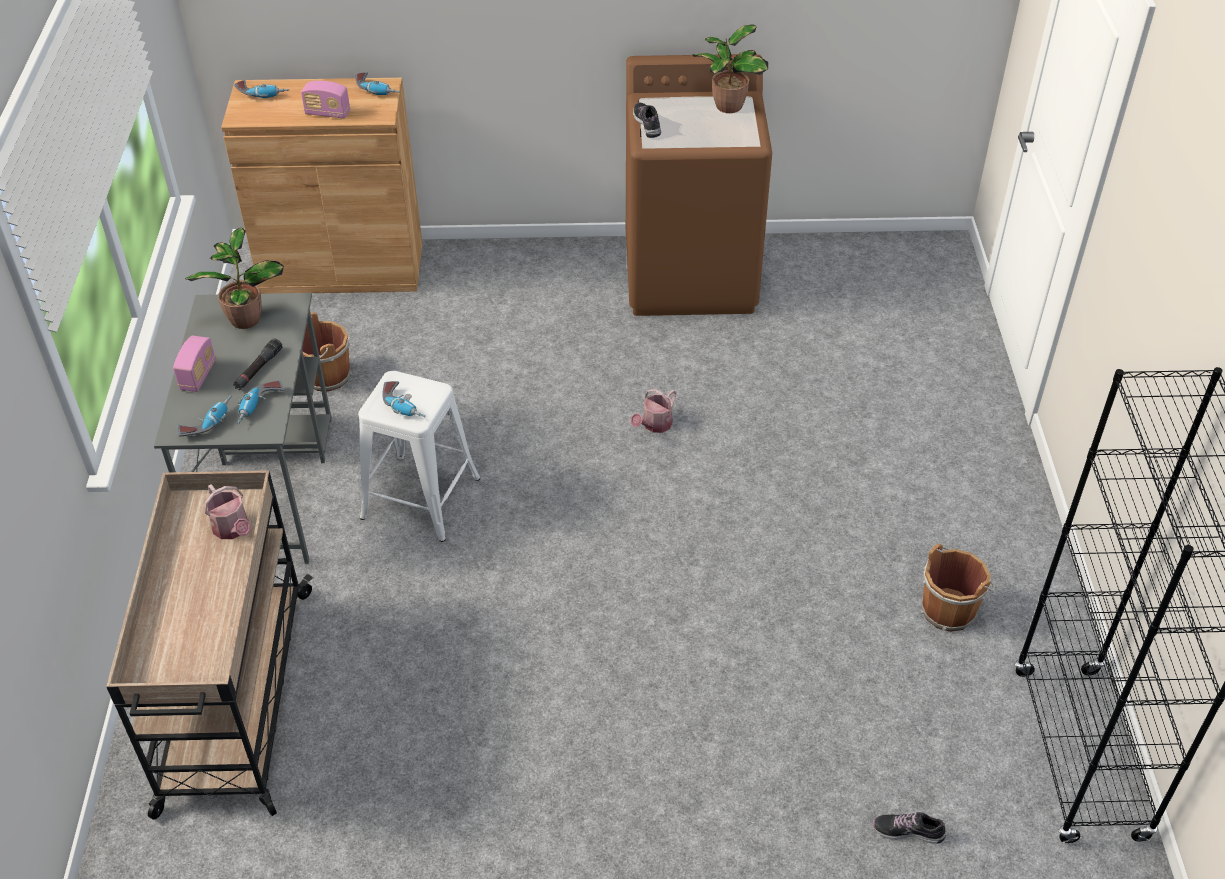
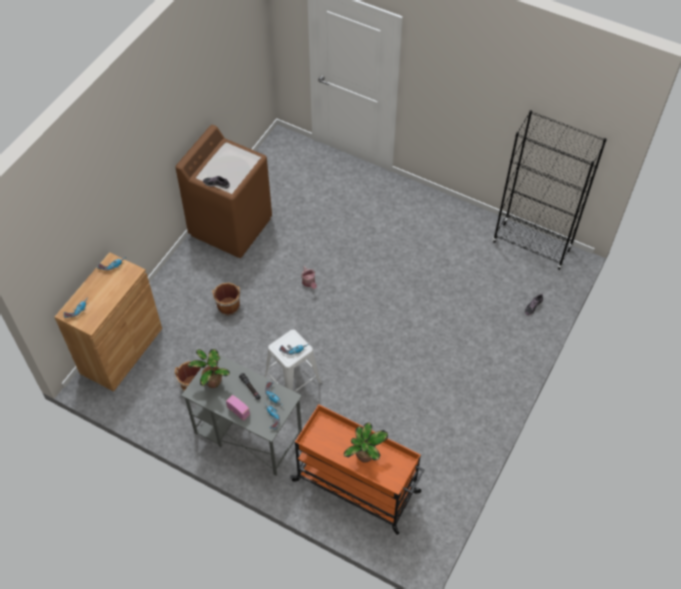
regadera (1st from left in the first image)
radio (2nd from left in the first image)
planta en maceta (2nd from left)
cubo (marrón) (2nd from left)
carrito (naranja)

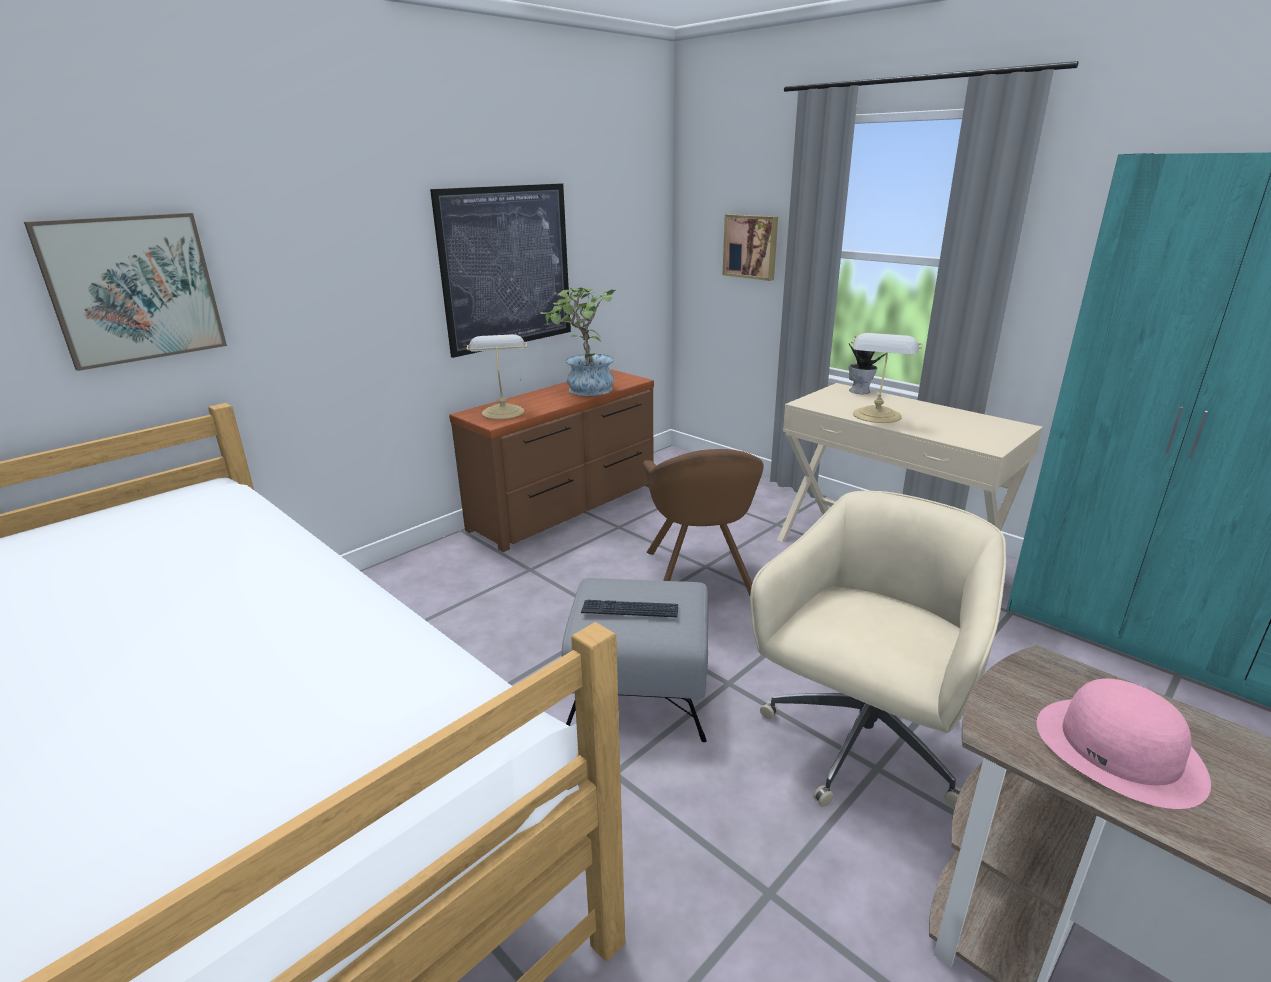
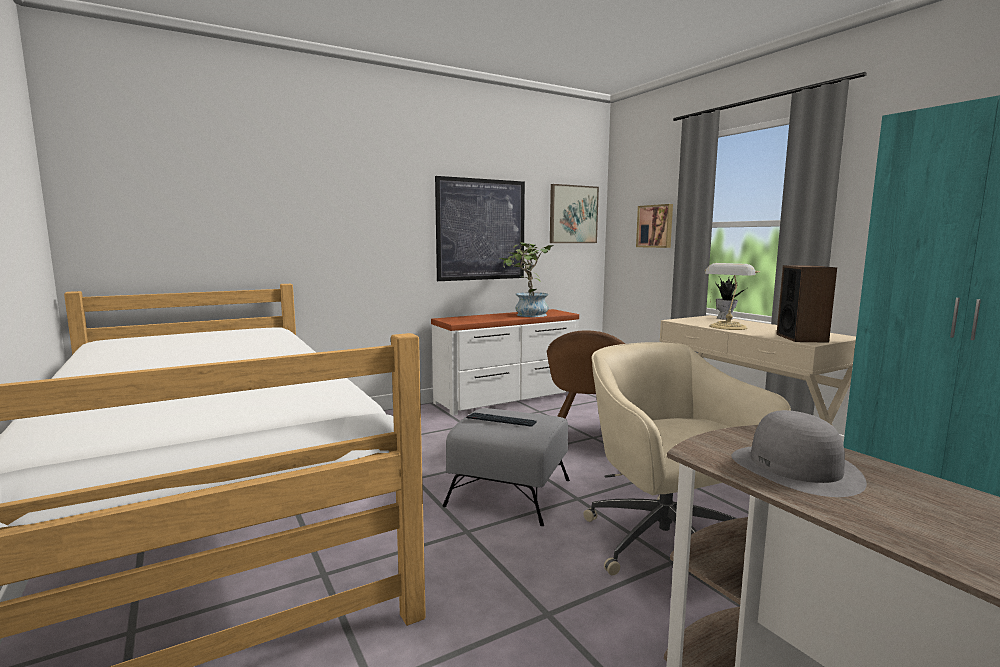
lámpara de mesa (1st from left in the first image)
altavoz
cuadro (2nd from left)
cómoda (blanco)
sombrero (gris)
silla de oficina (beis)

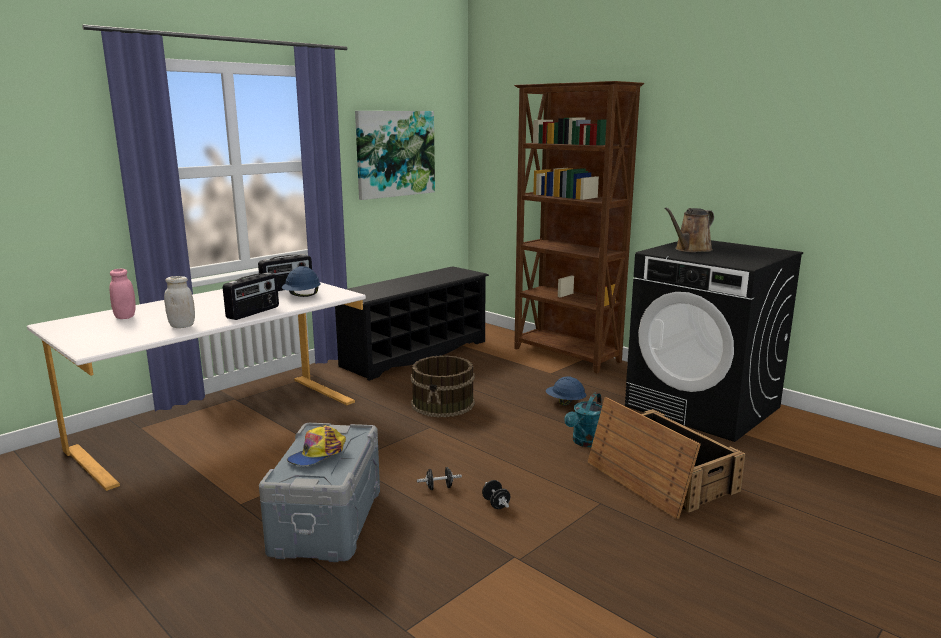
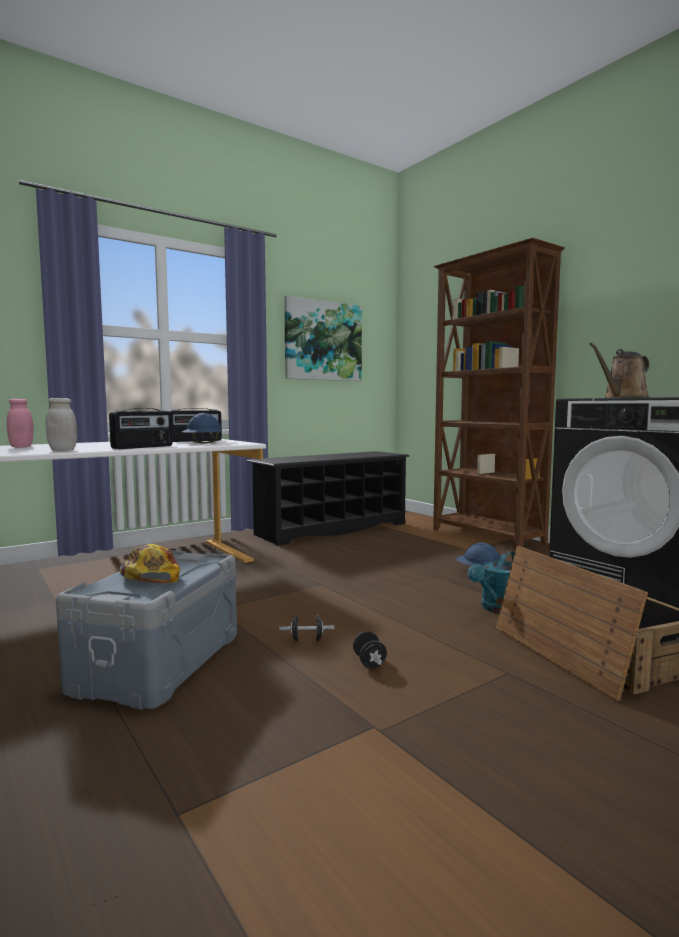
cubo (marrón)
gorra

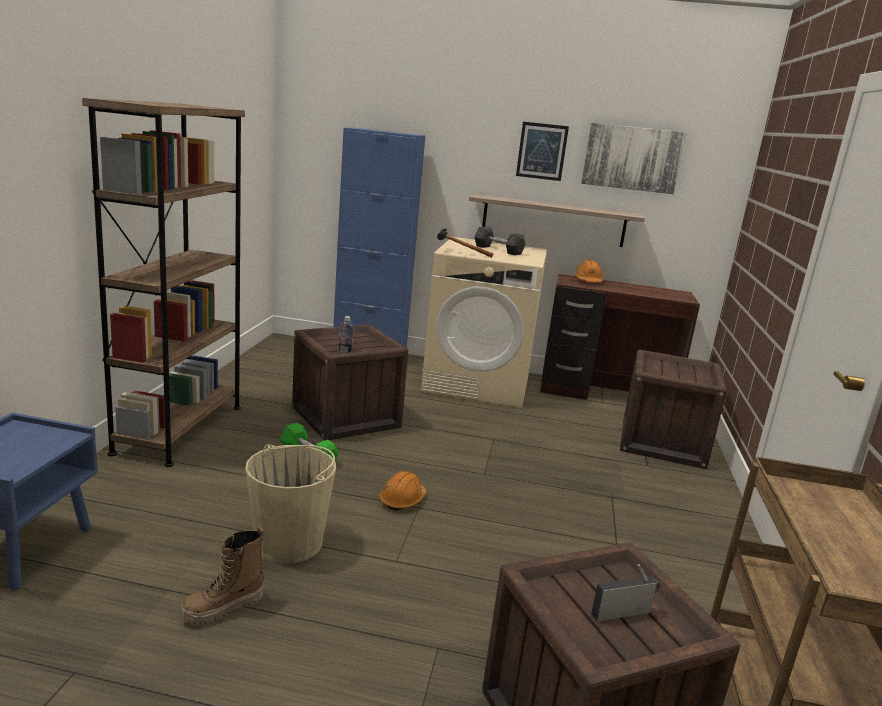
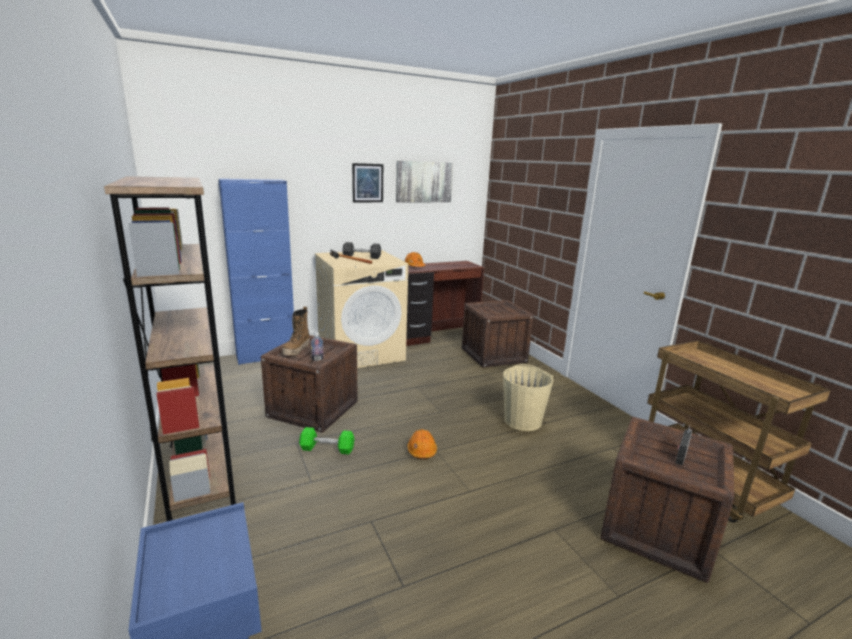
estante
bota
cubo (beis)

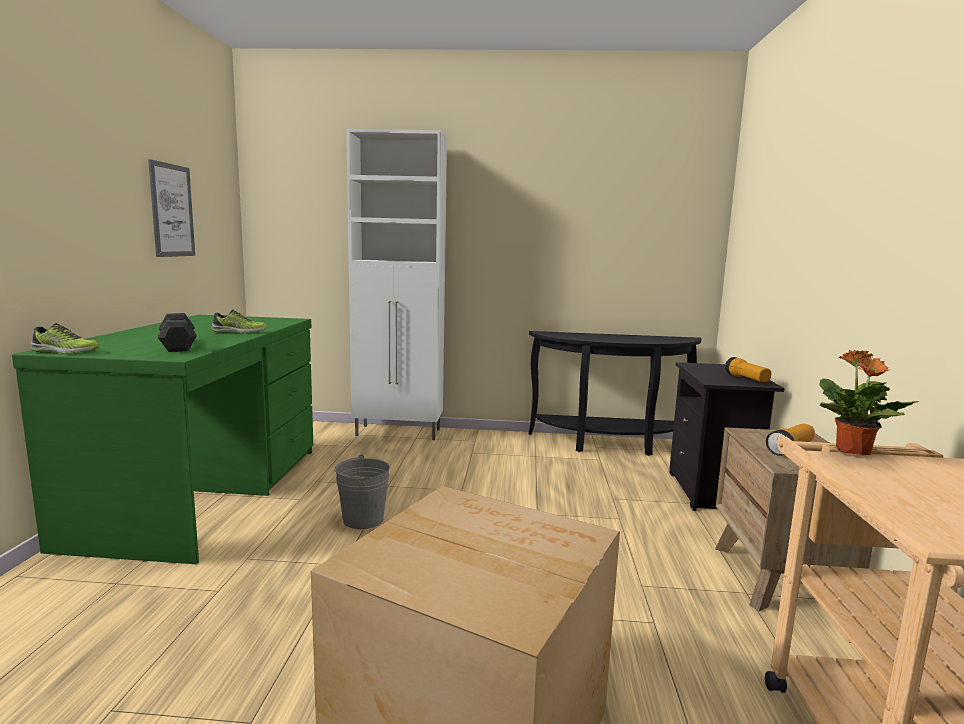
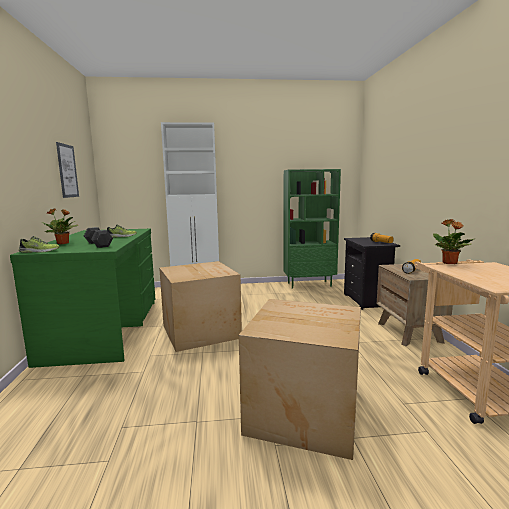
planta en maceta (1st from left)
caja de cartón (1st from left)
estantería (verde)

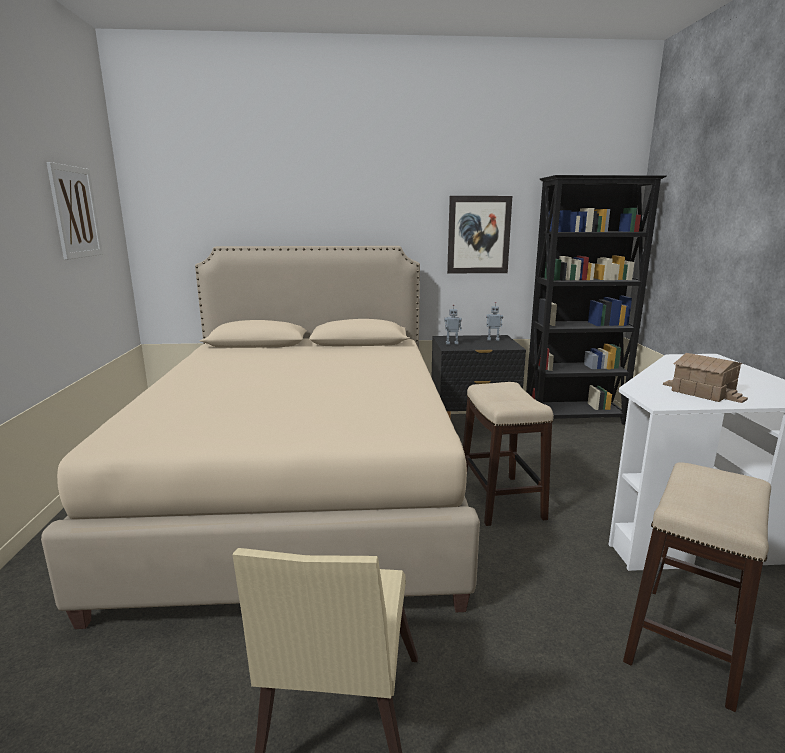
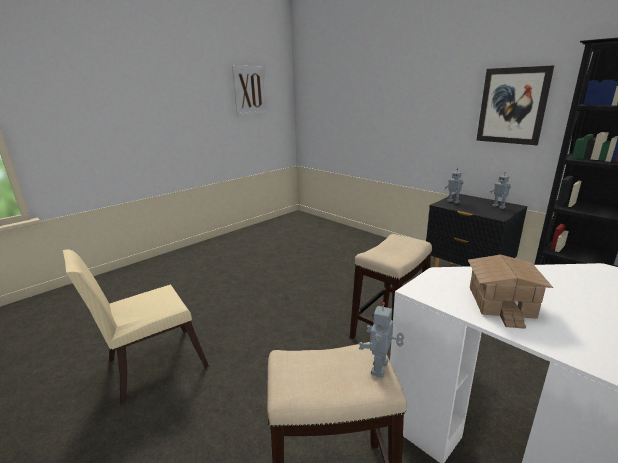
cama (beis)
robot de juguete (1st from left)

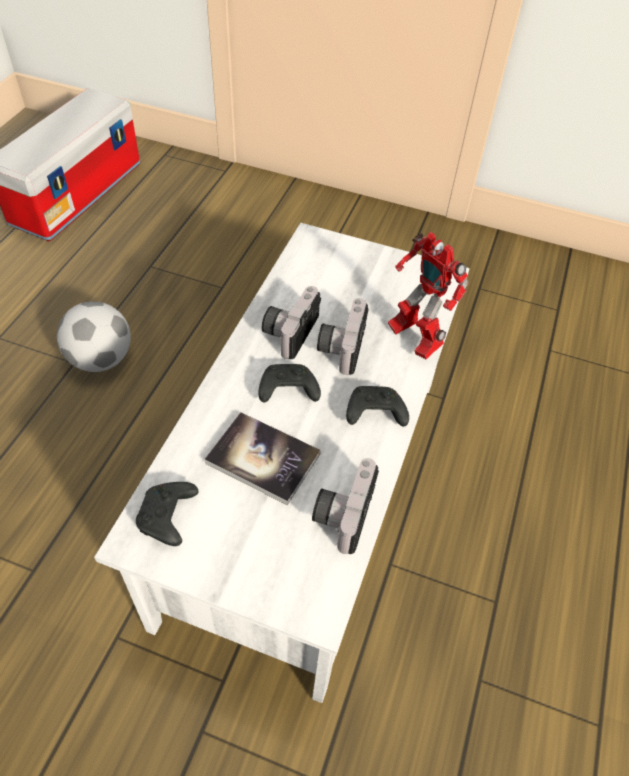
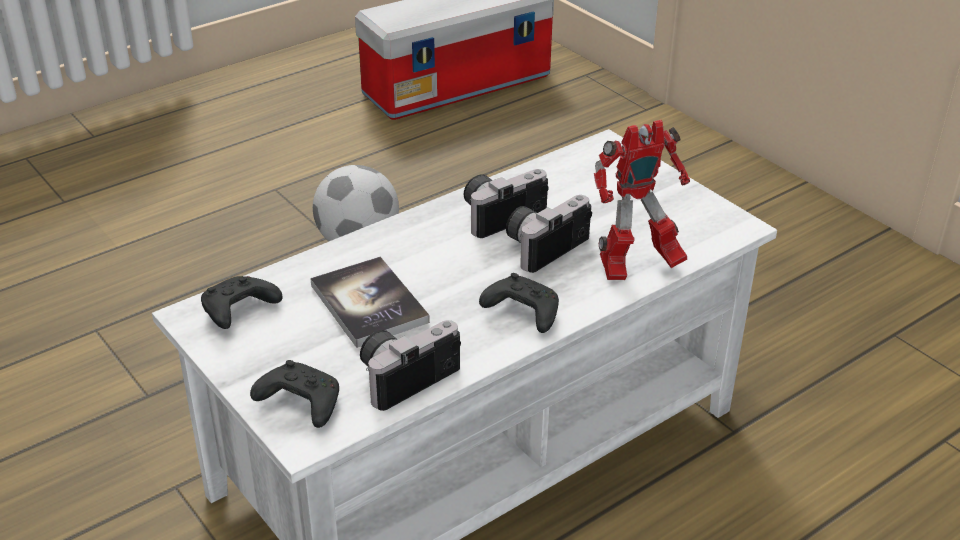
mando de consola (negro) (2nd from left)
robot de juguete

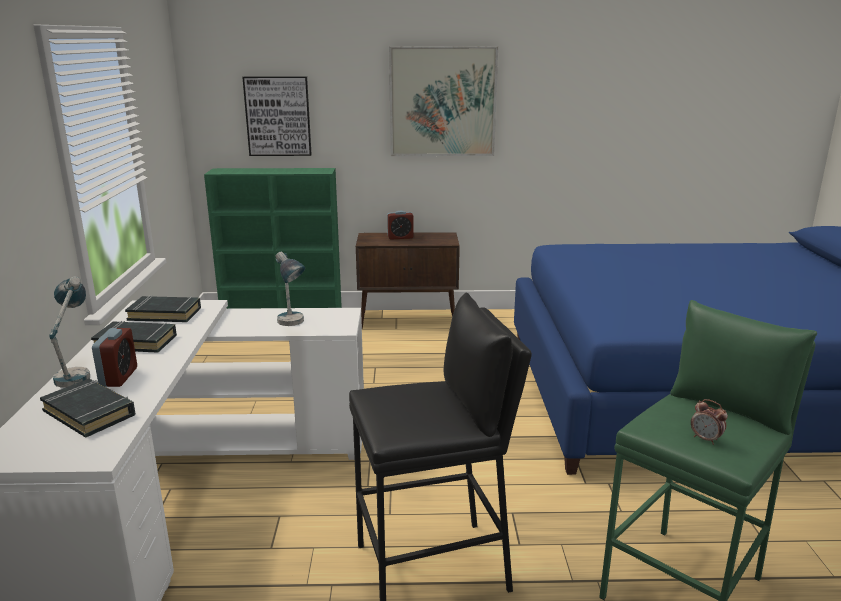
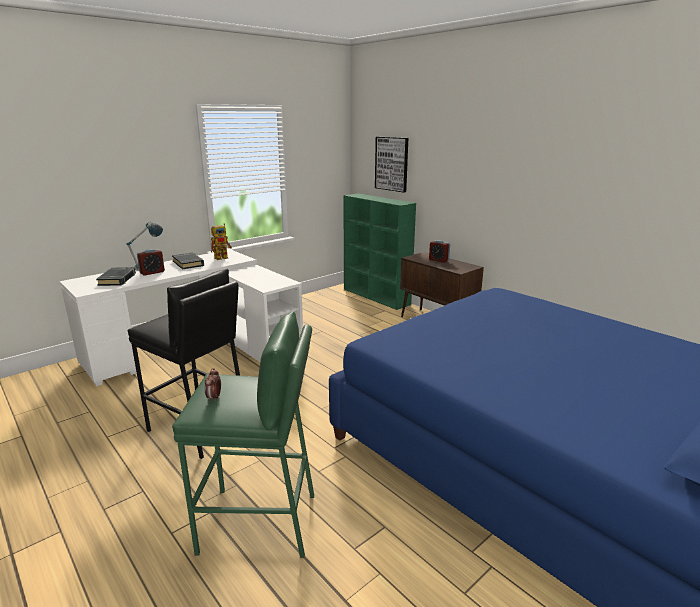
lámpara de mesa (2nd from left in the first image)
cuadro (2nd from left in the first image)
robot de juguete

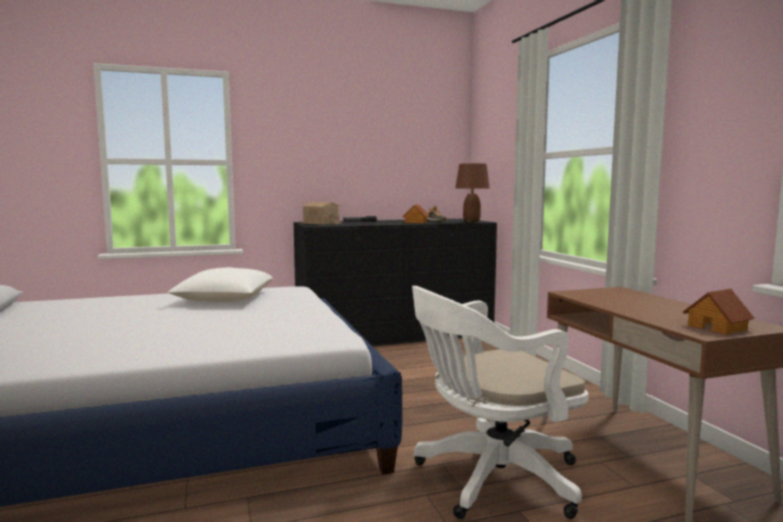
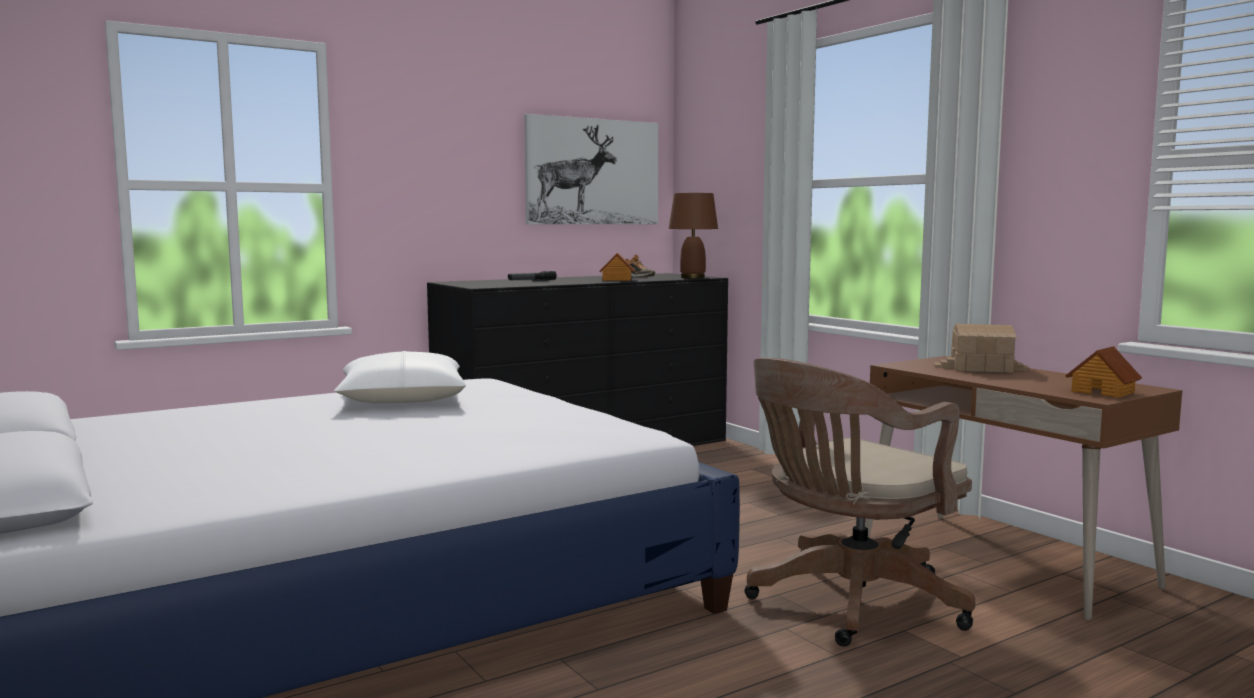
cuadro
casita (2nd from left)
silla de oficina (marrón)

